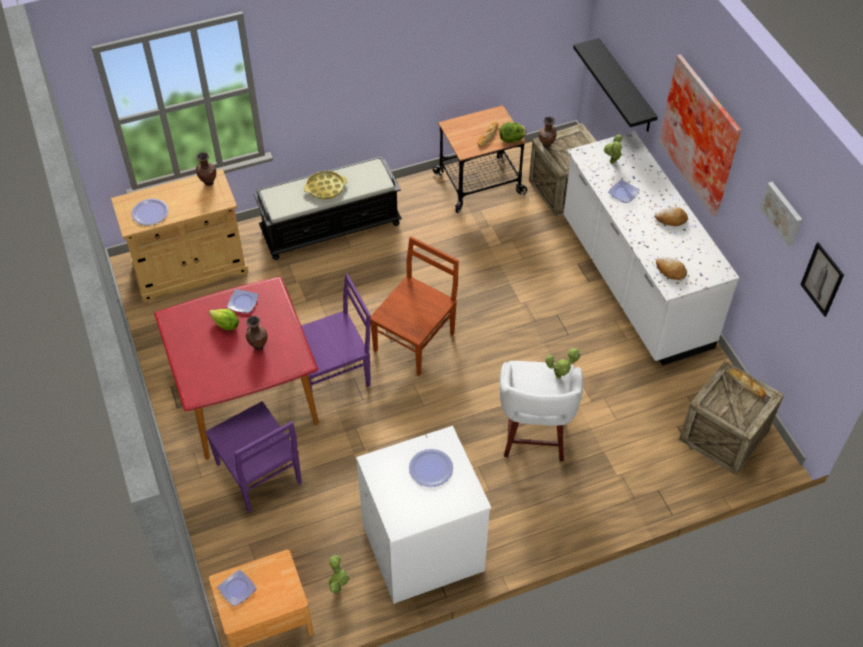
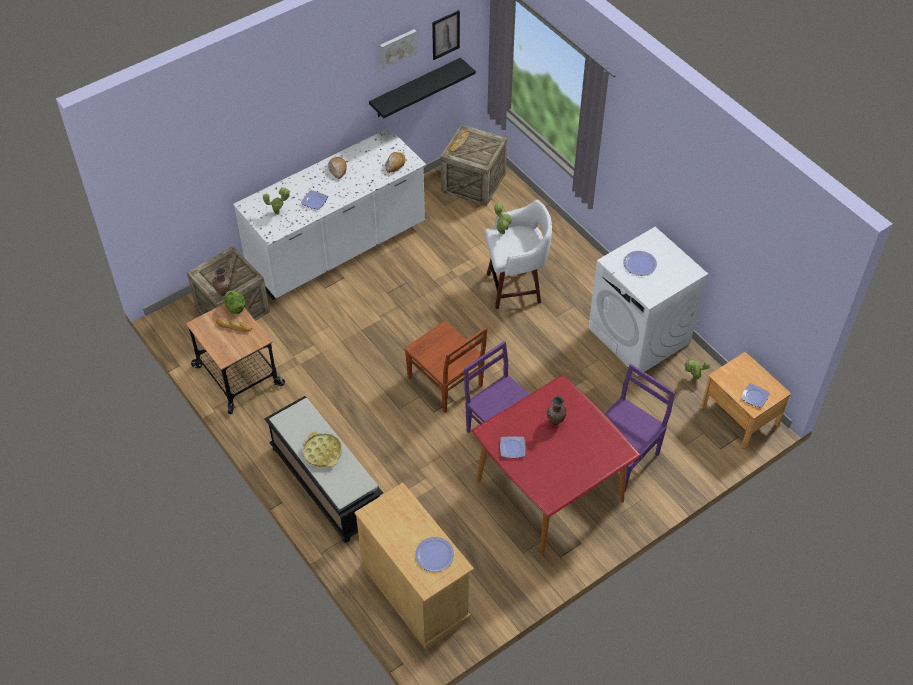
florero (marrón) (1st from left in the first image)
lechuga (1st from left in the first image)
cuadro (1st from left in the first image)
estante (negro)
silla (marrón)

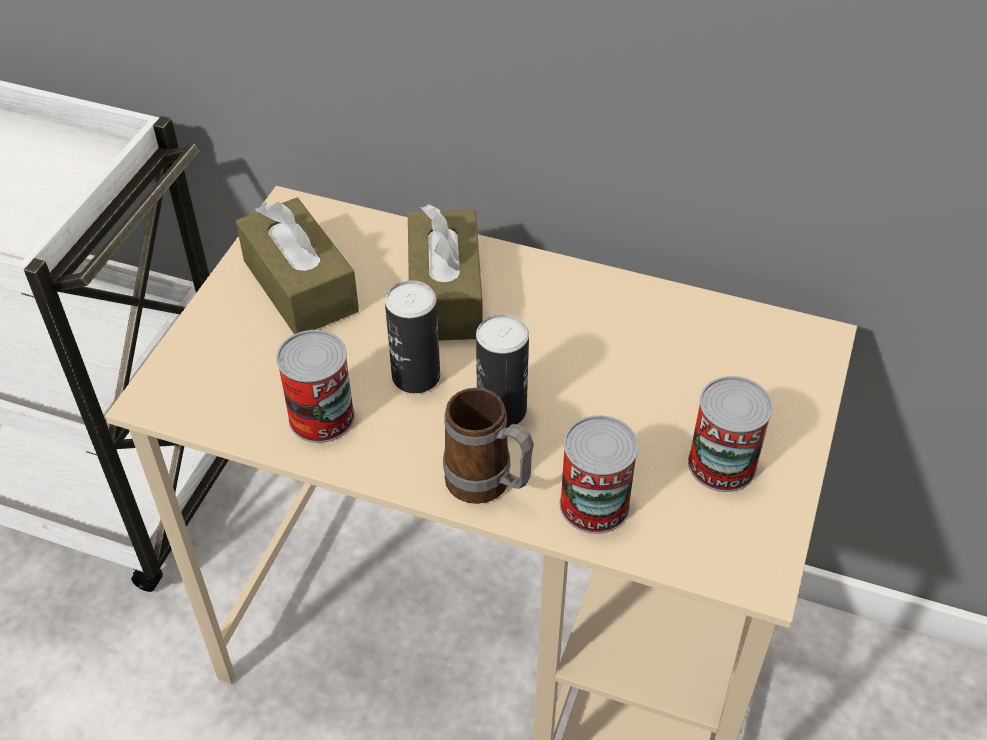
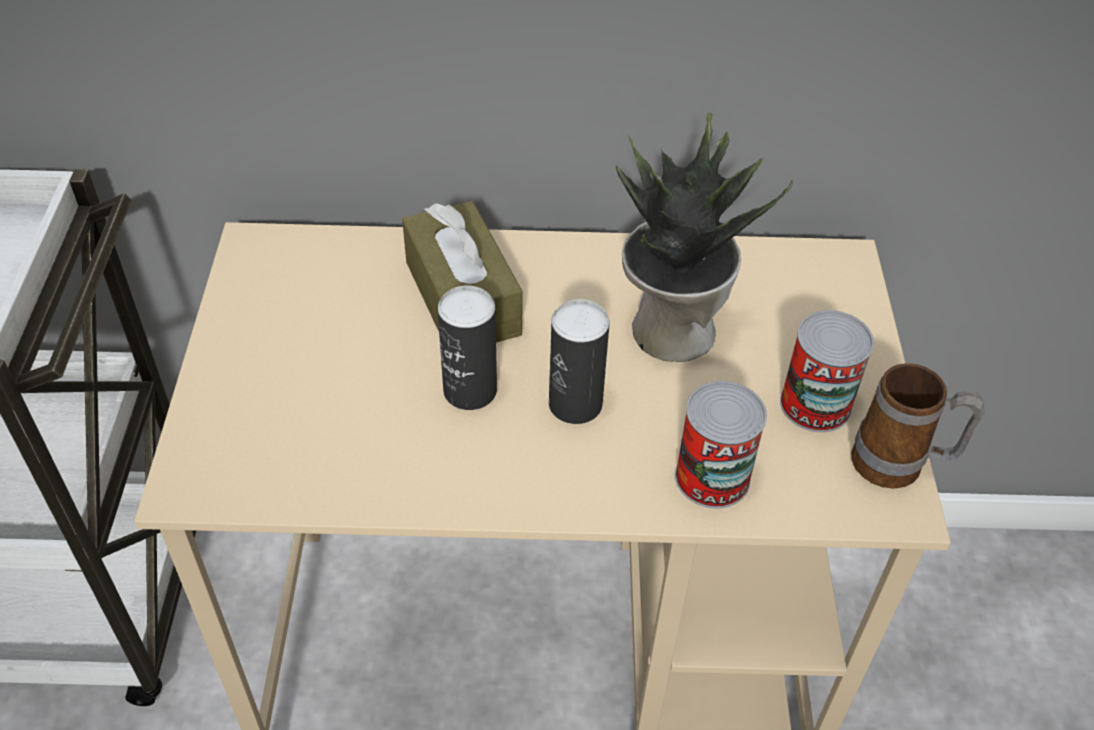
caja de pañuelos (marrón) (1st from left in the first image)
lata (1st from left in the first image)
planta en maceta
taza grande

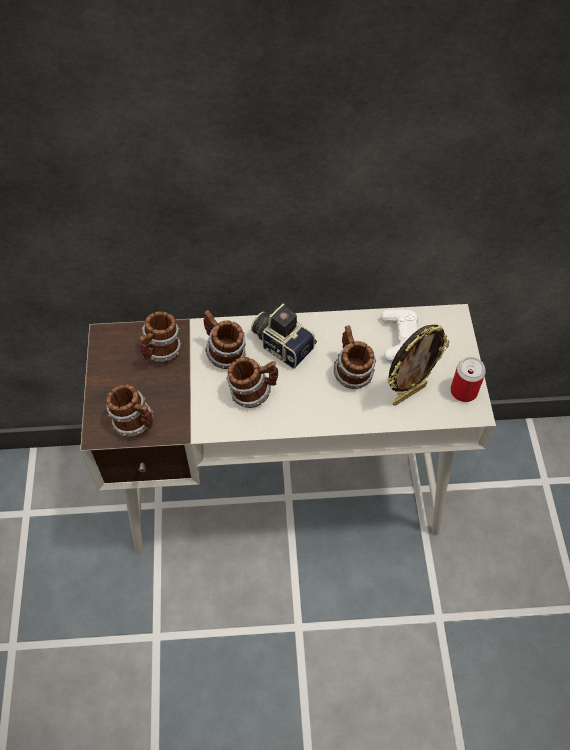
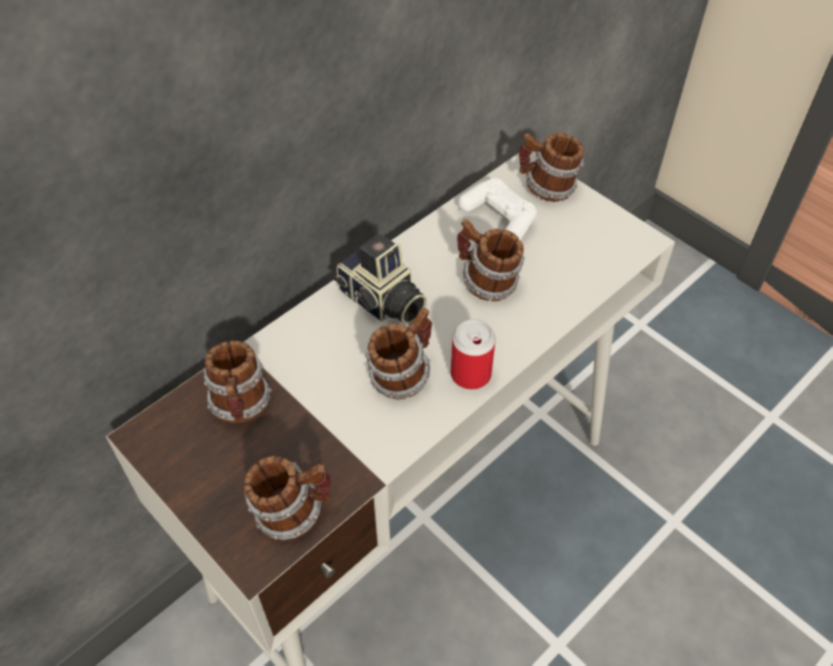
portarretratos
taza grande (5th from left)
lata
cámara

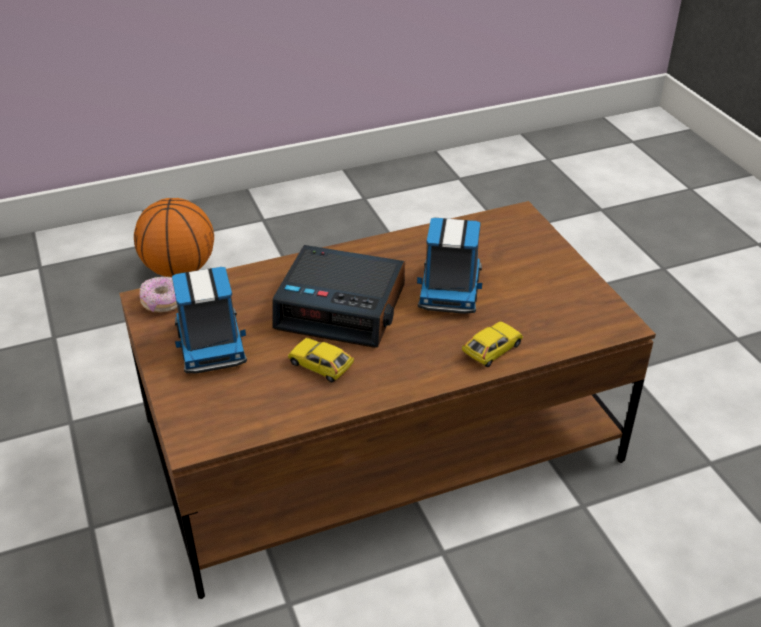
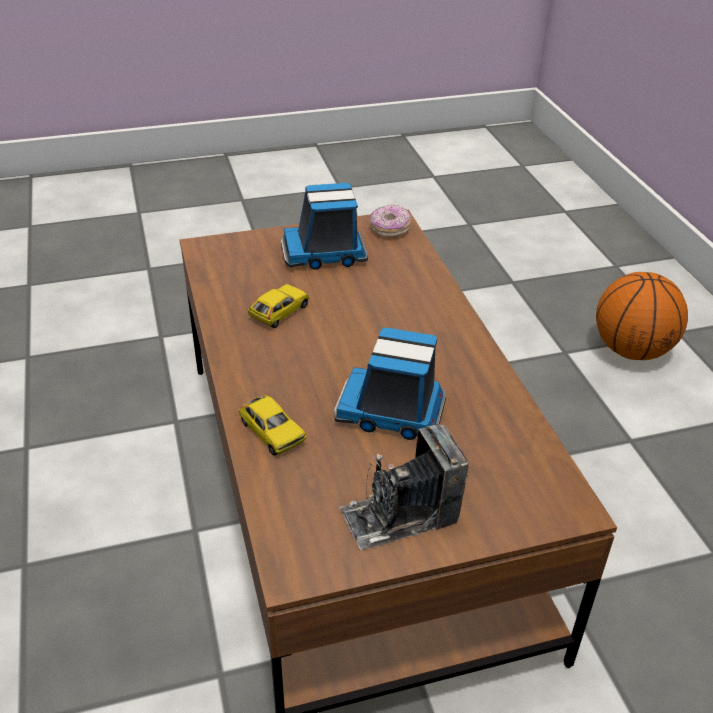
despertador
cámara

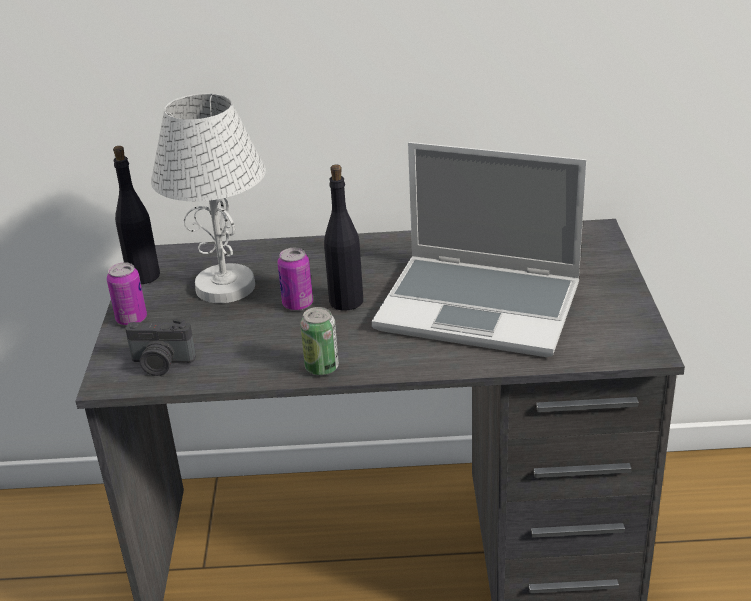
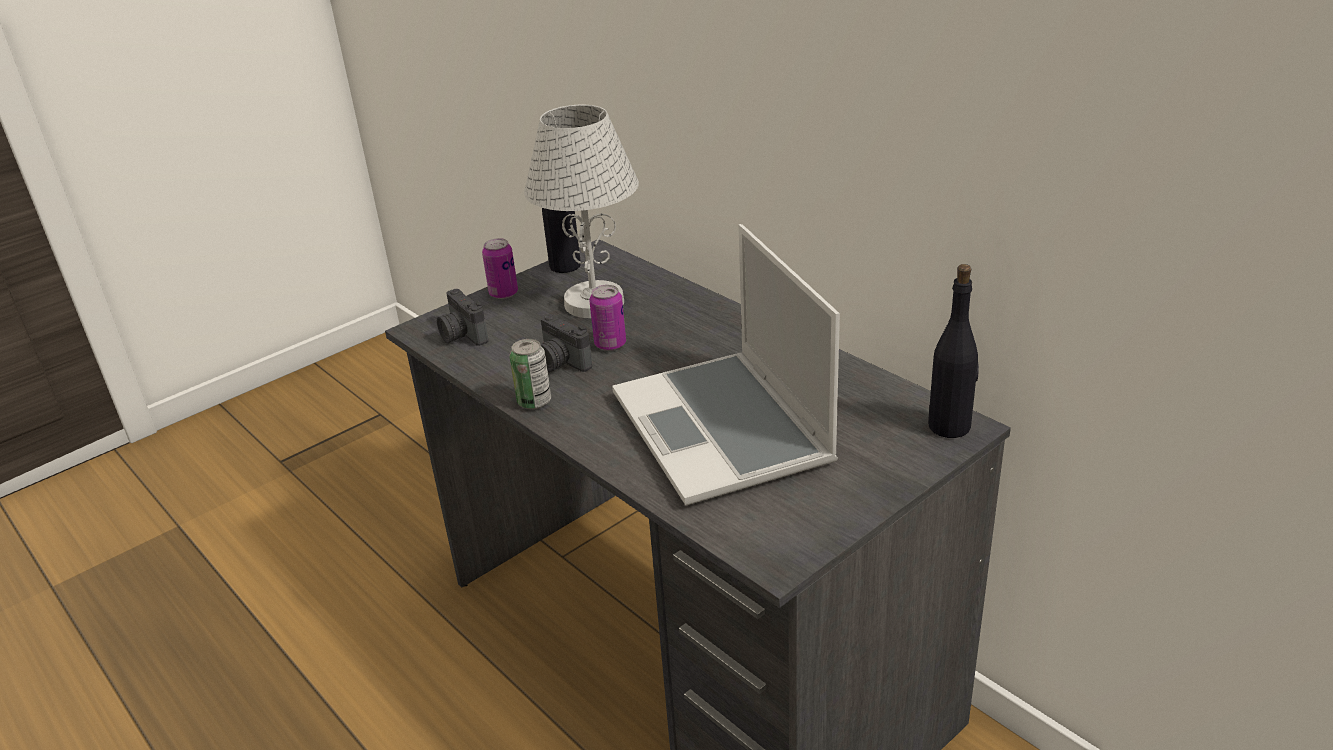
cámara (2nd from left)
botella (negro) (2nd from left)

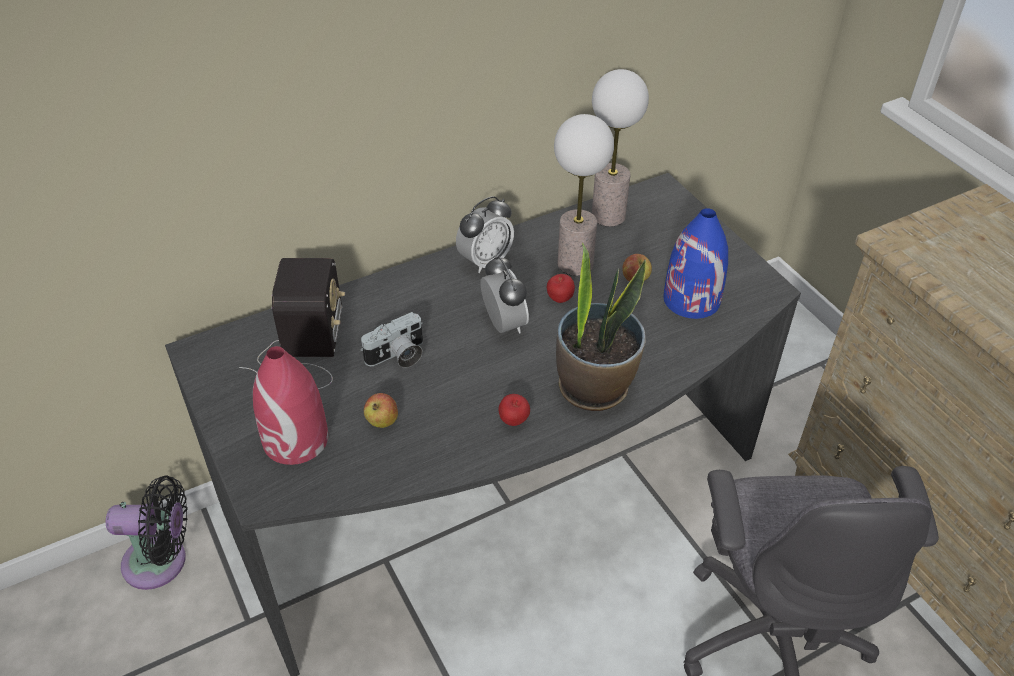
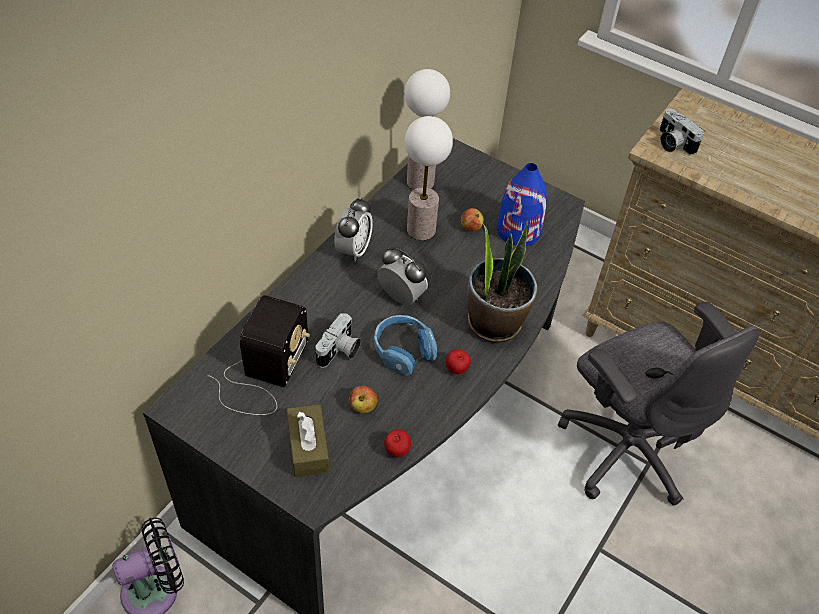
auriculares (azul)
cámara (2nd from left)
manzana (2nd from left)
caja de pañuelos (marrón)
radio

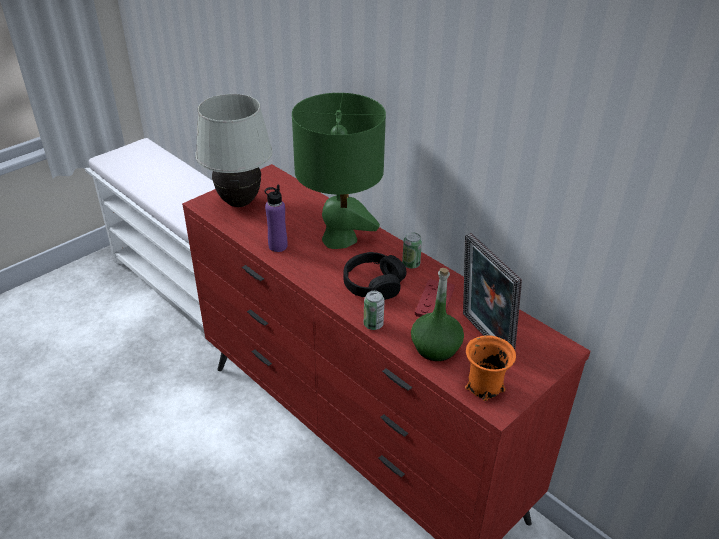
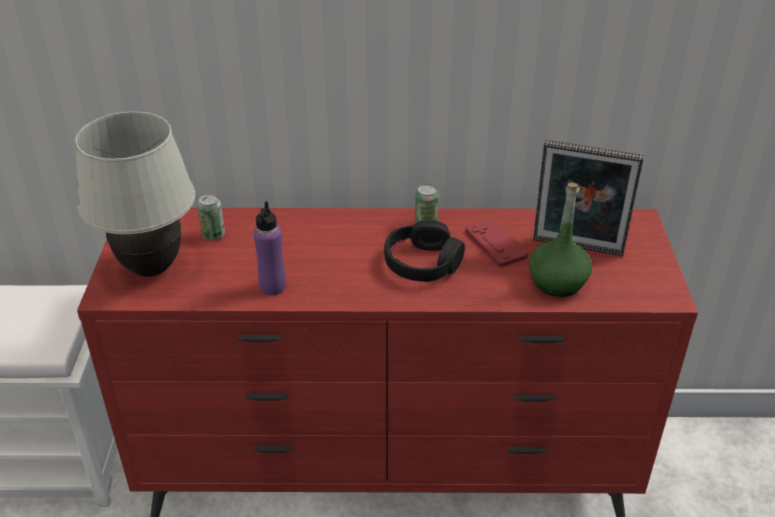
lámpara de mesa (verde)
taza grande (naranja)
lata (1st from left)

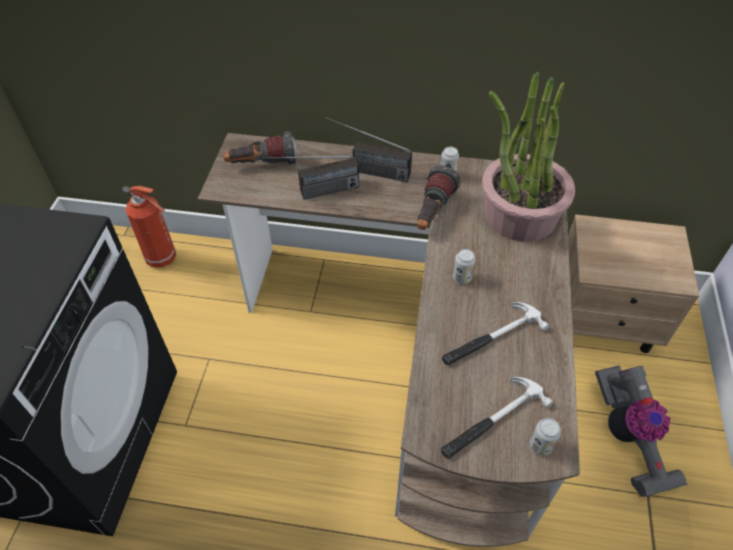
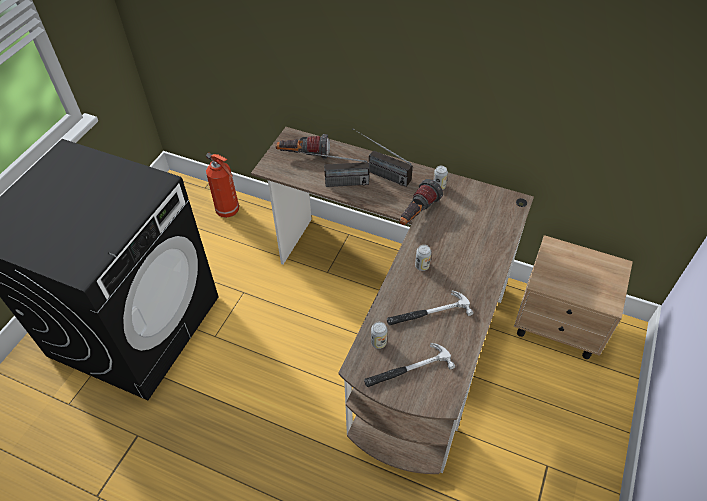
planta en maceta
aspiradora
lata (1st from left)

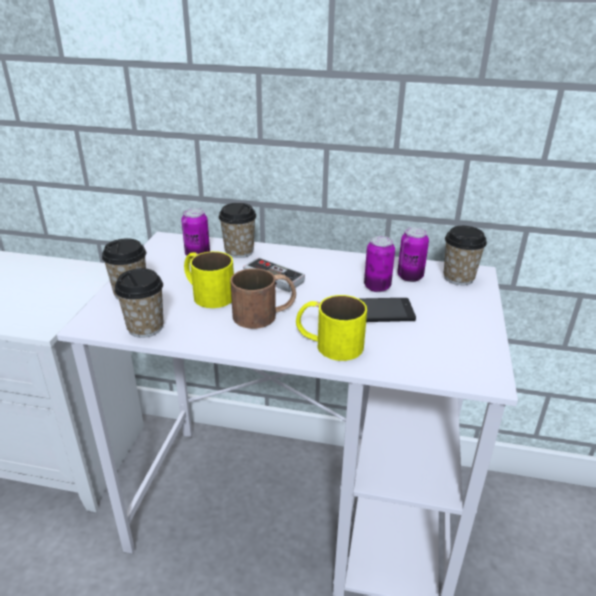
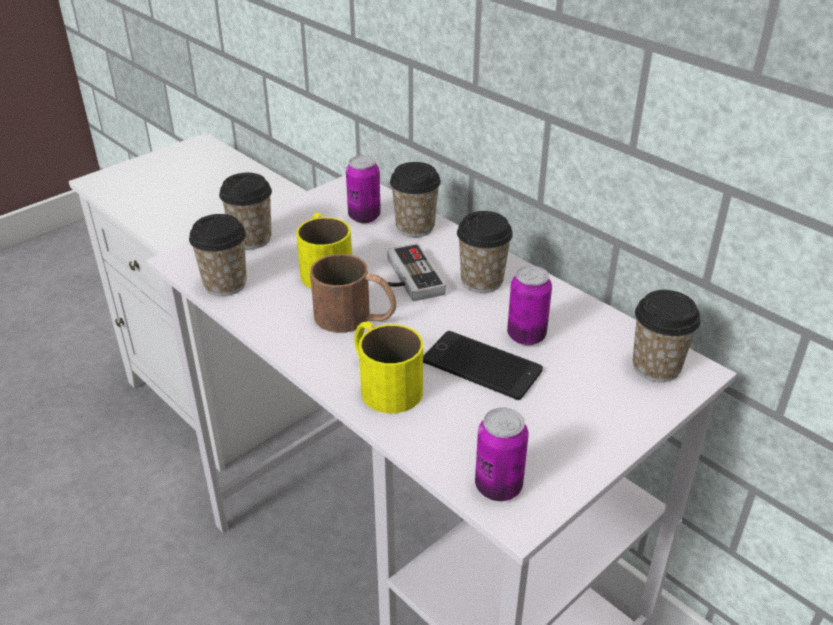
taza (4th from left)
lata (2nd from left)

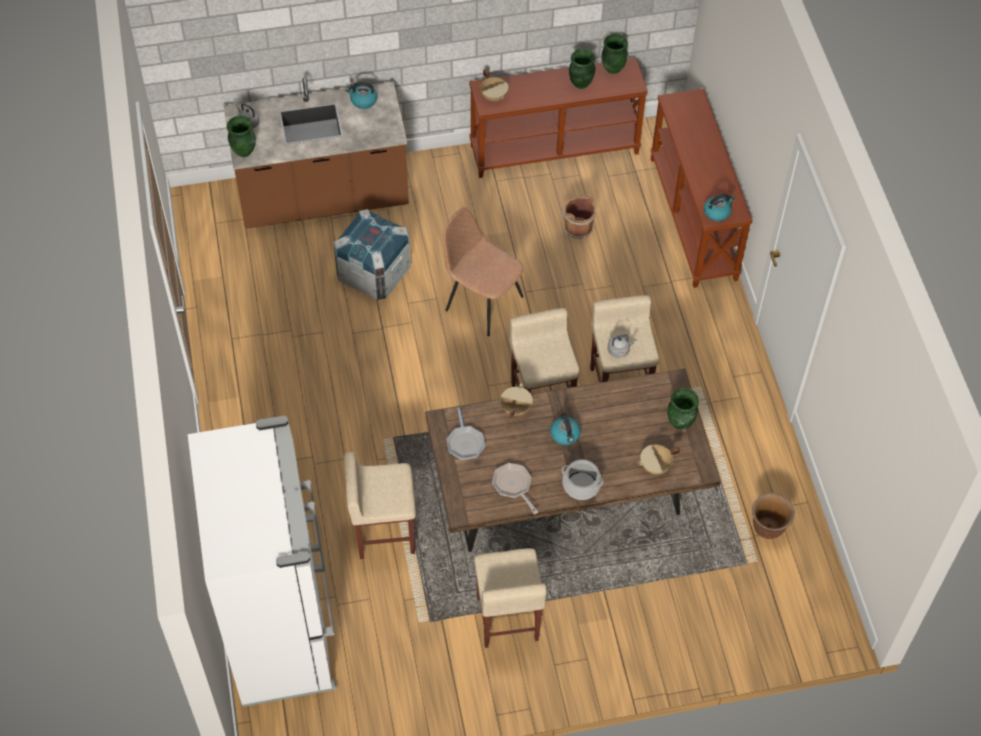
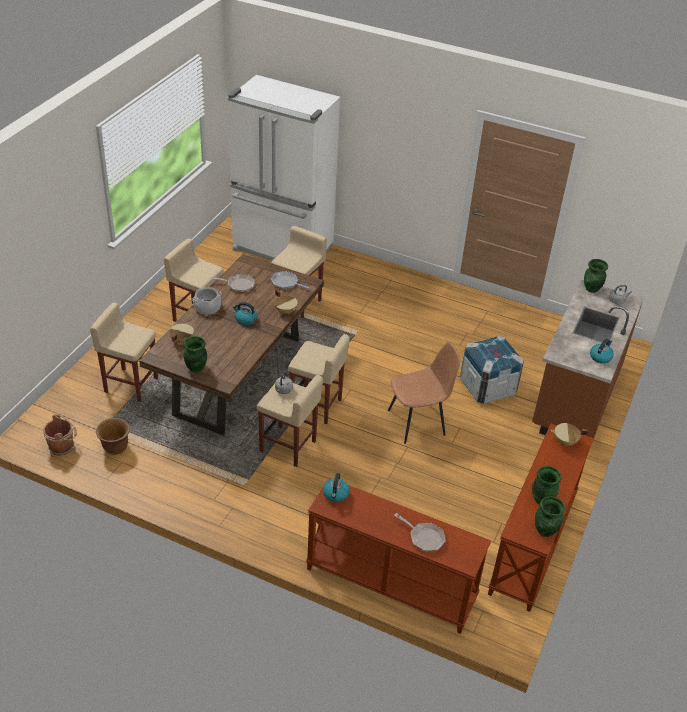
taburete (beis) (1st from left)
sartén (3rd from left)
cubo (marrón)

